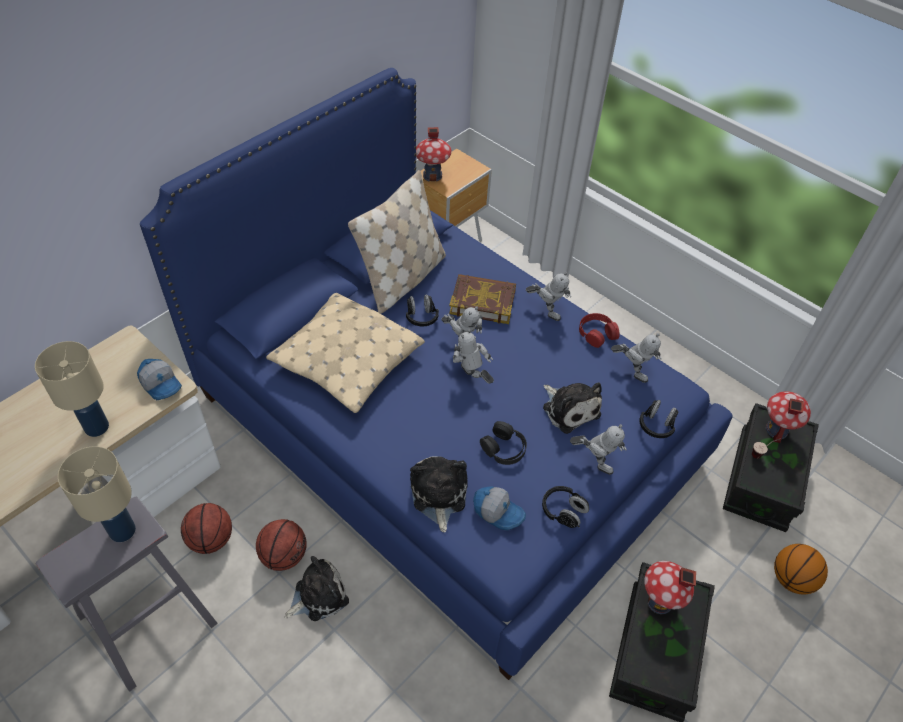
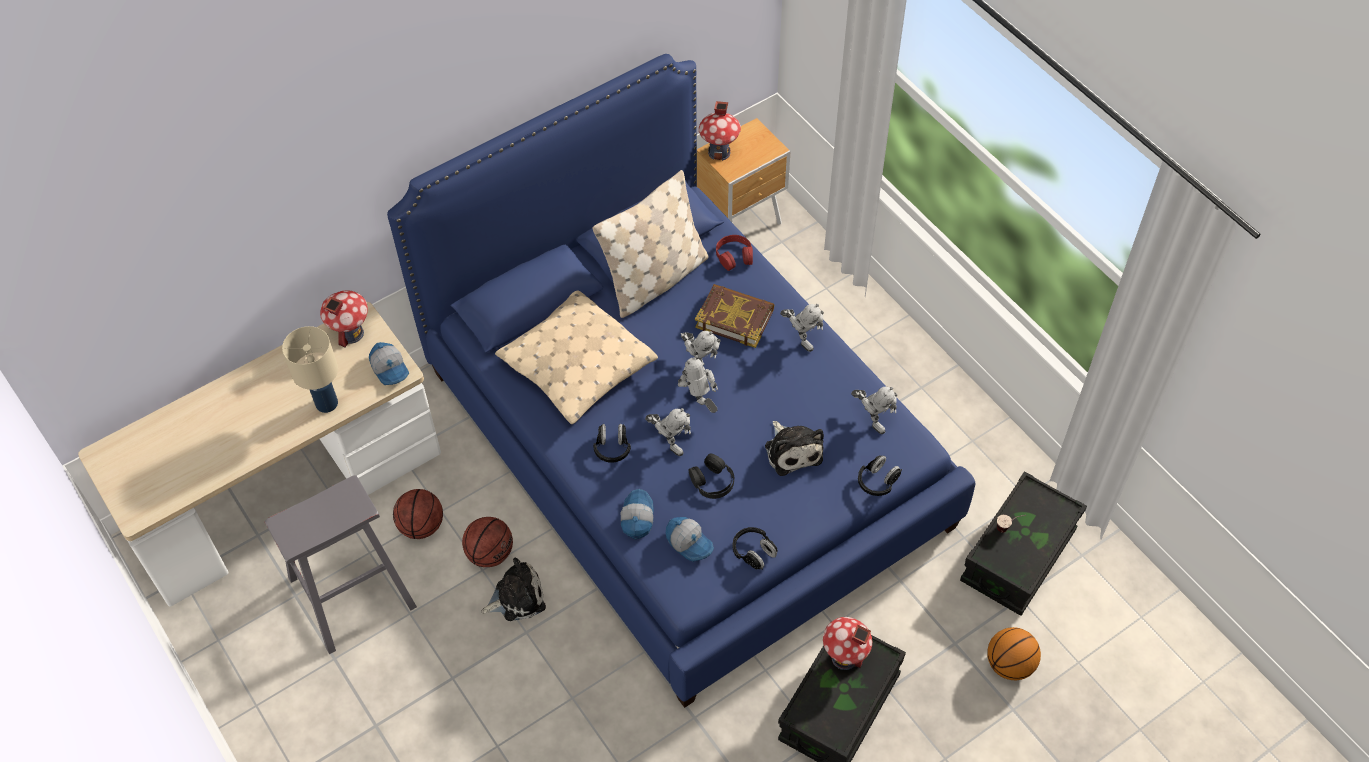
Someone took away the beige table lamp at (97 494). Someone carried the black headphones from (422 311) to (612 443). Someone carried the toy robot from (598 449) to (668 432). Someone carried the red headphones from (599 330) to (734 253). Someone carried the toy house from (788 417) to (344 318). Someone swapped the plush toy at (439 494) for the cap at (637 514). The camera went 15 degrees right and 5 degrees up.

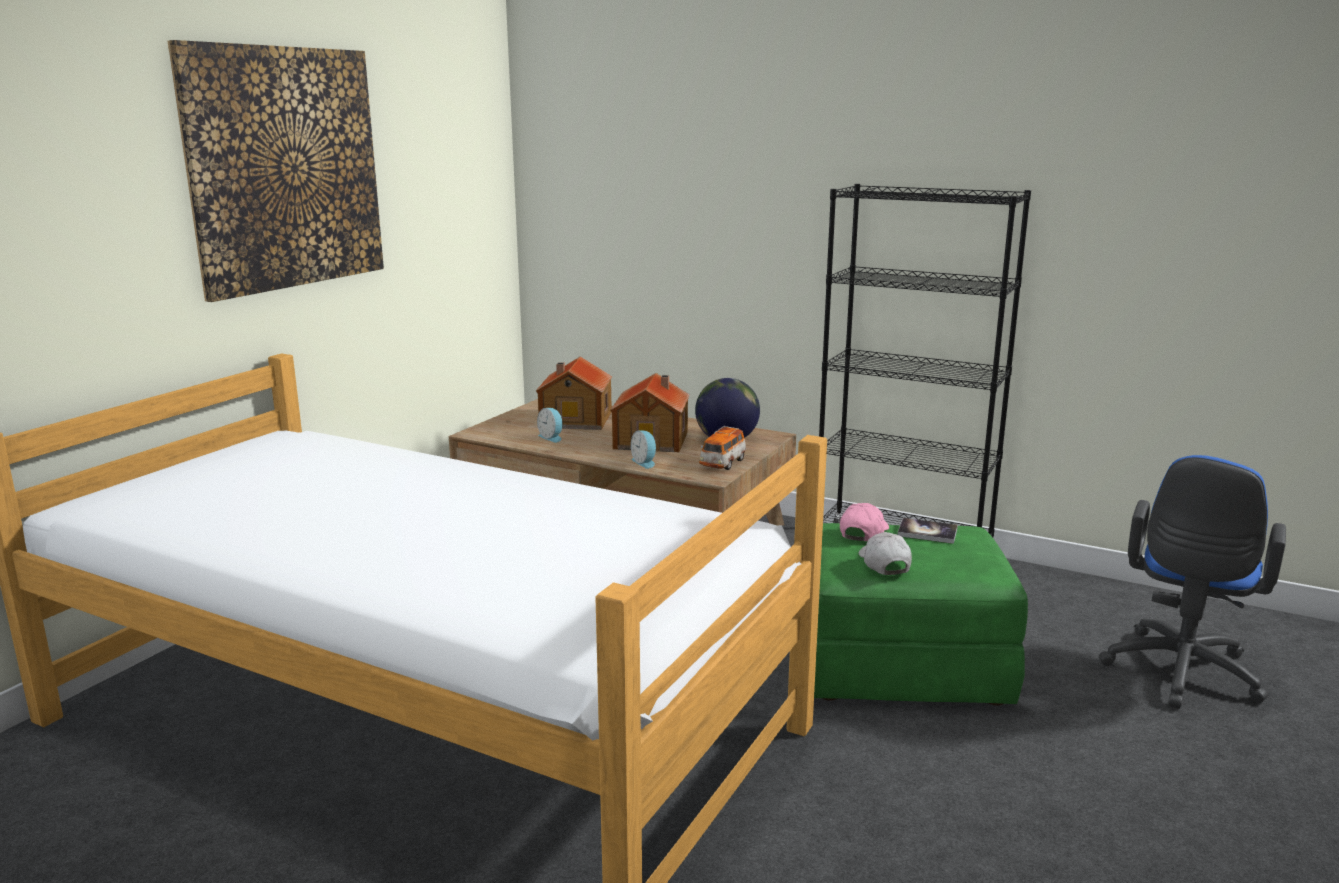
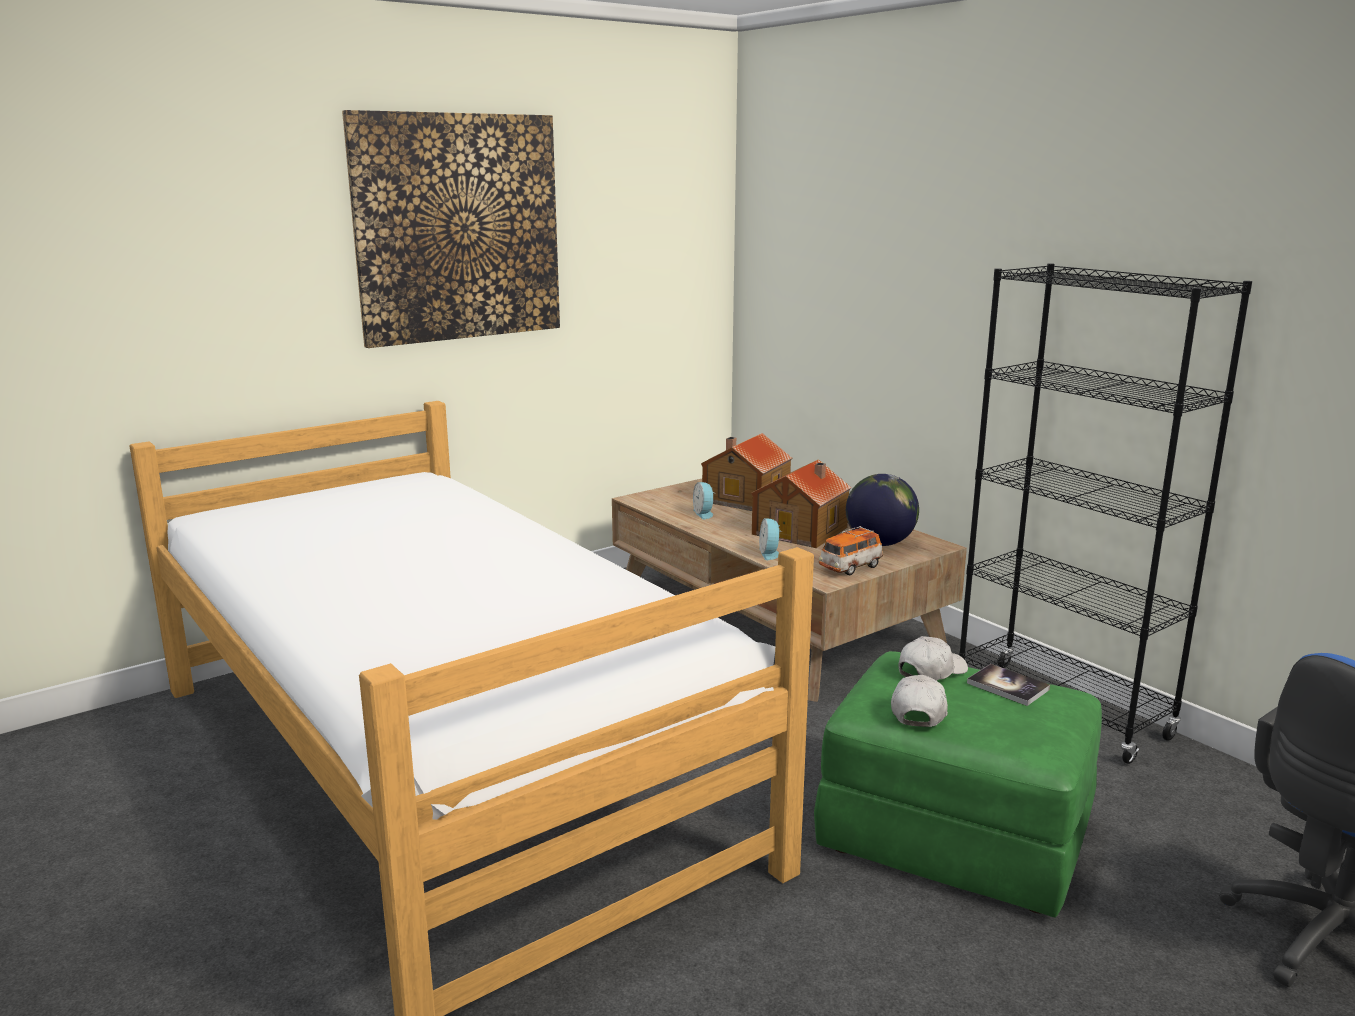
Someone repainted the pink cap at (864 522), which became the white cap at (933 658). The camera went 25 degrees right and 0 degrees up.

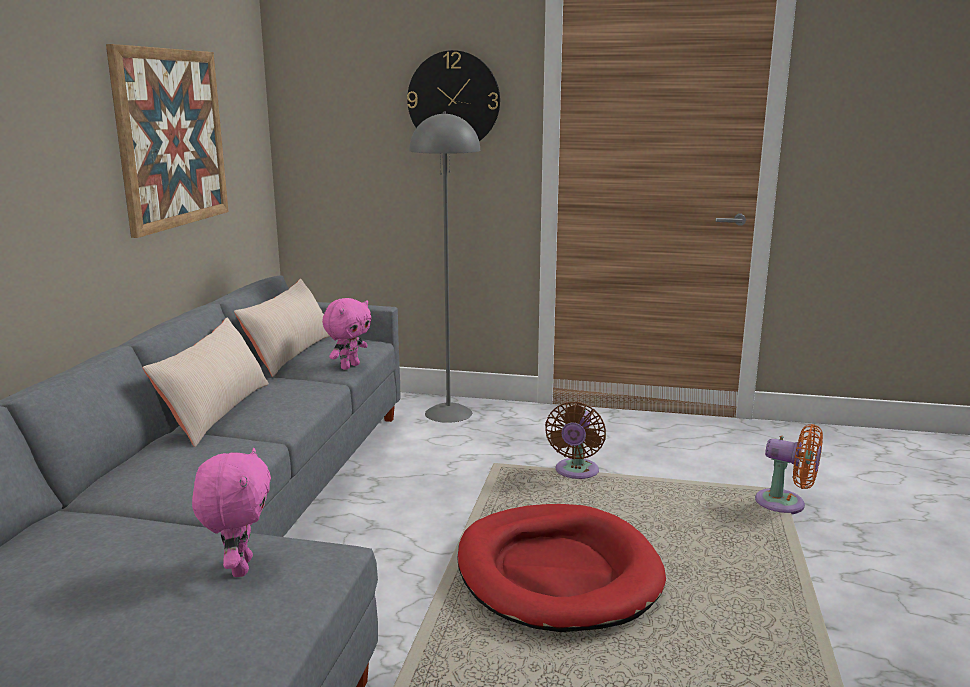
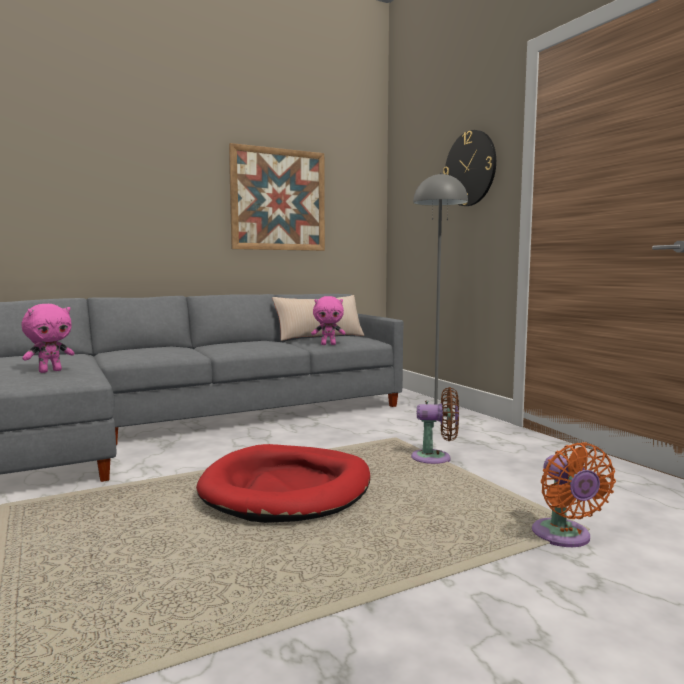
Someone took away the beige pillow at (206 382). Someone rotated the brown fan at (575 440) by 150 degrees counterclockwise. The camera went 50 degrees right and 10 degrees down.

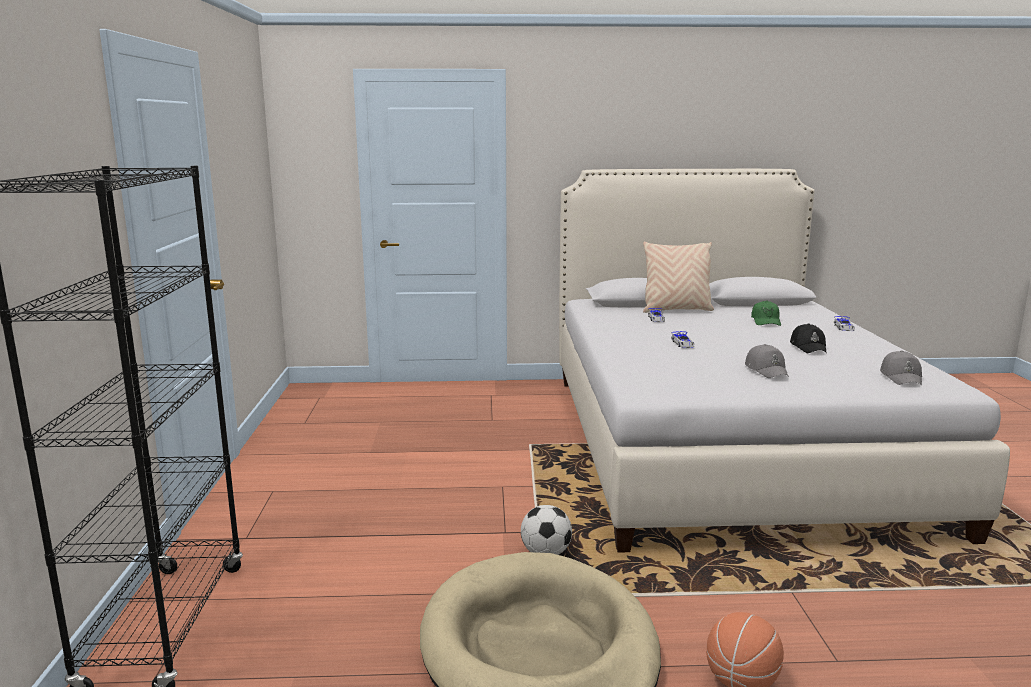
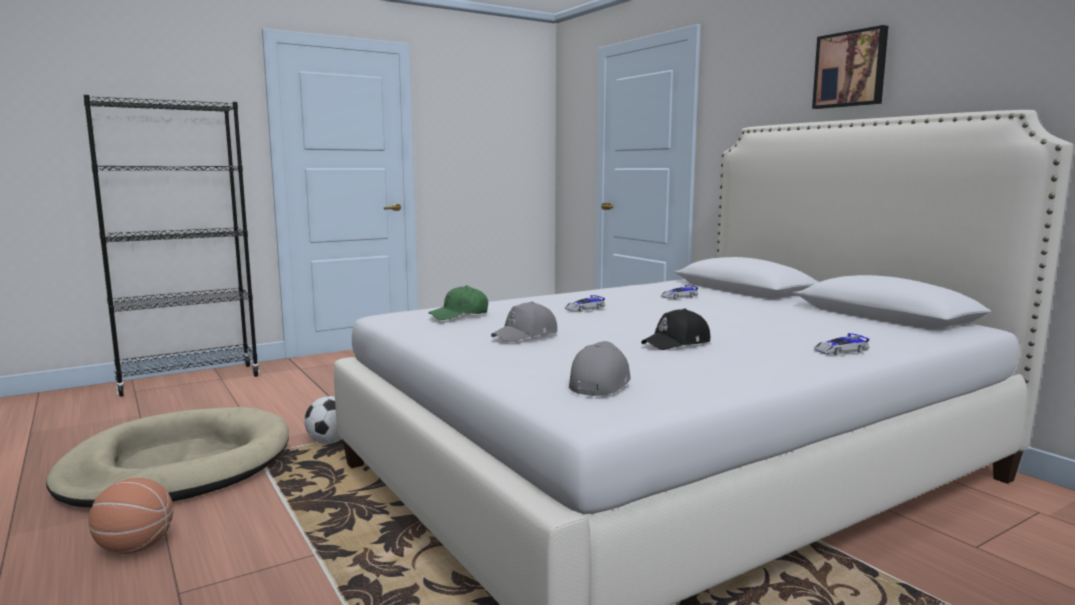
Someone took away the beige pillow at (678 277). Someone put up the picture at (850 67). Someone carried the green cap from (766 313) to (458 302). Someone rotated the grey cap at (901 368) by 135 degrees clockwise. The camera went 60 degrees right and 5 degrees down.

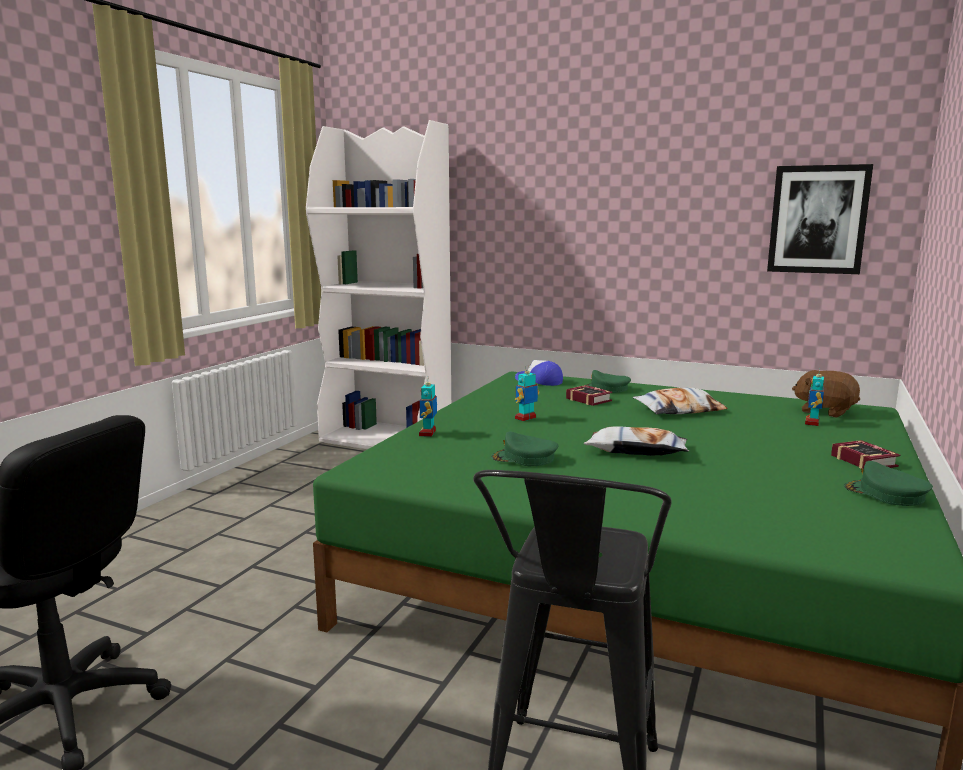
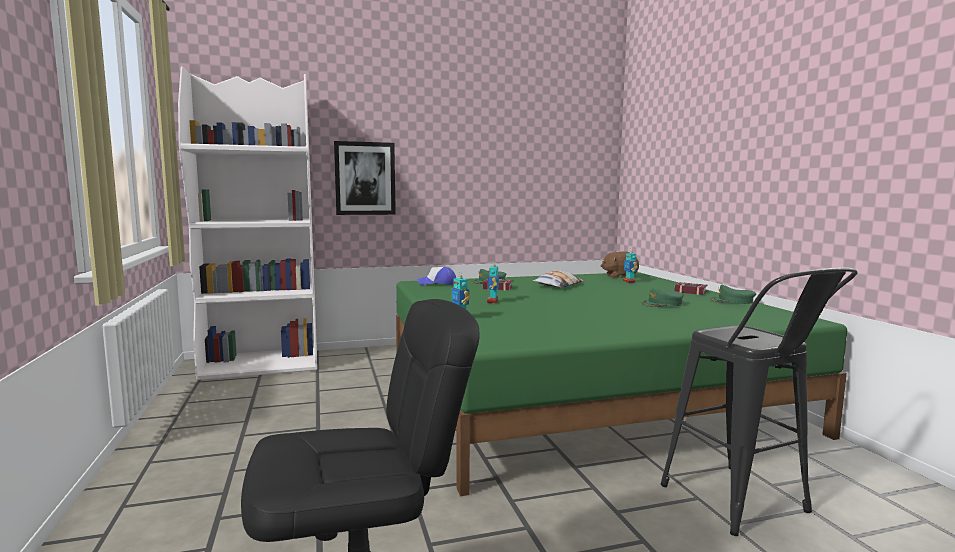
Someone took away the pillow at (636 441). Someone carried the green cap from (524 449) to (662 297). Someone carried the picture from (820 219) to (365 178). The camera went 40 degrees left and 5 degrees down.

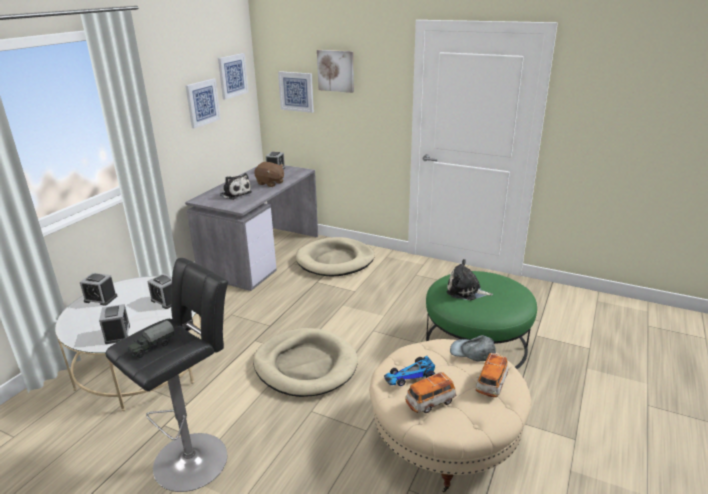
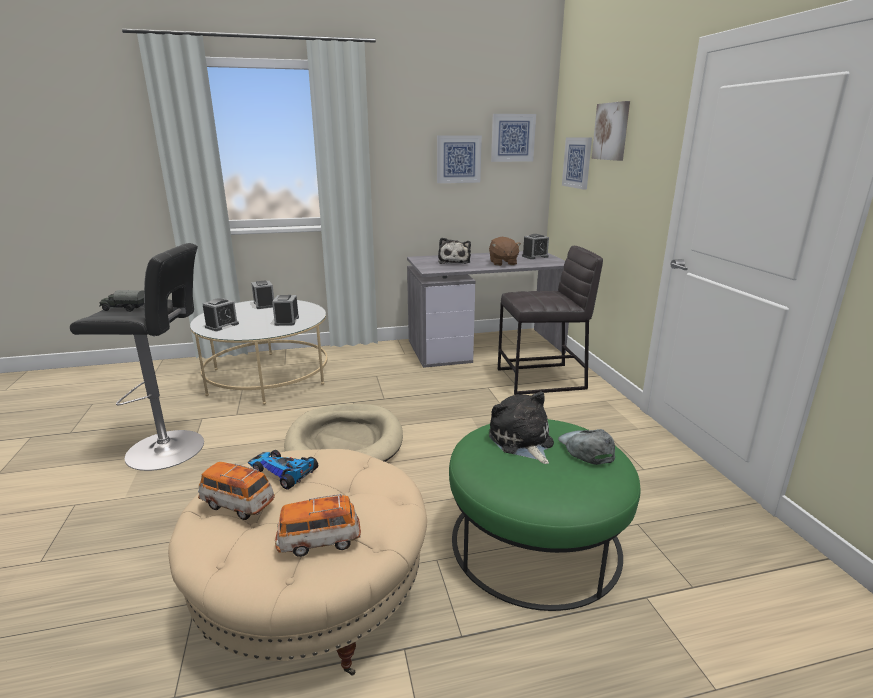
Someone carried the grey cap from (473 348) to (586 447). Someone swapped the beige dog bed at (335 257) for the grey stool at (550 320). The camera went 50 degrees right and 5 degrees down.

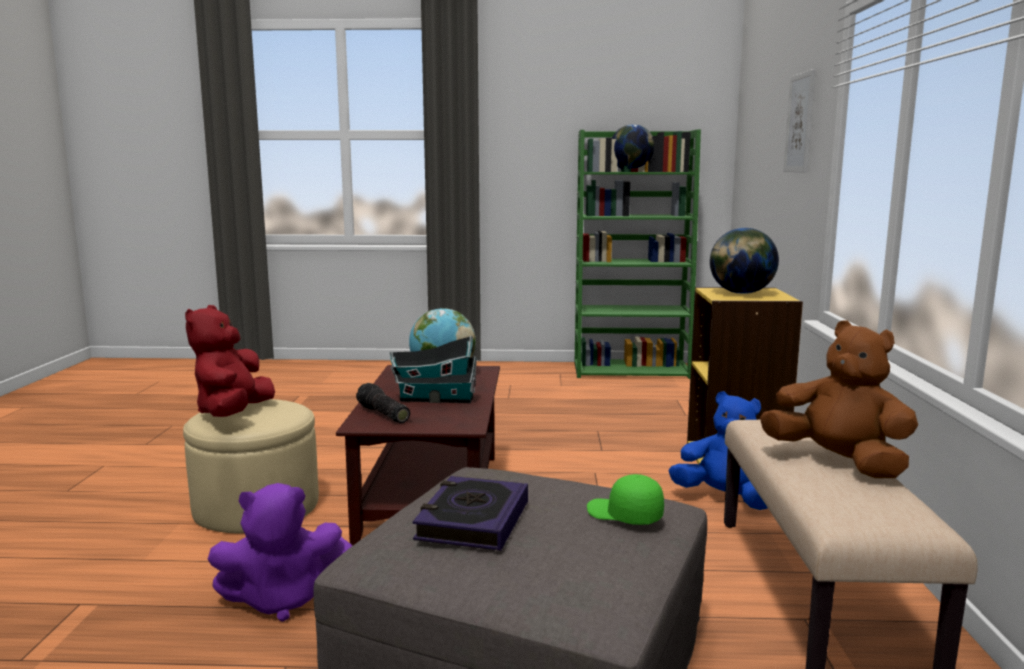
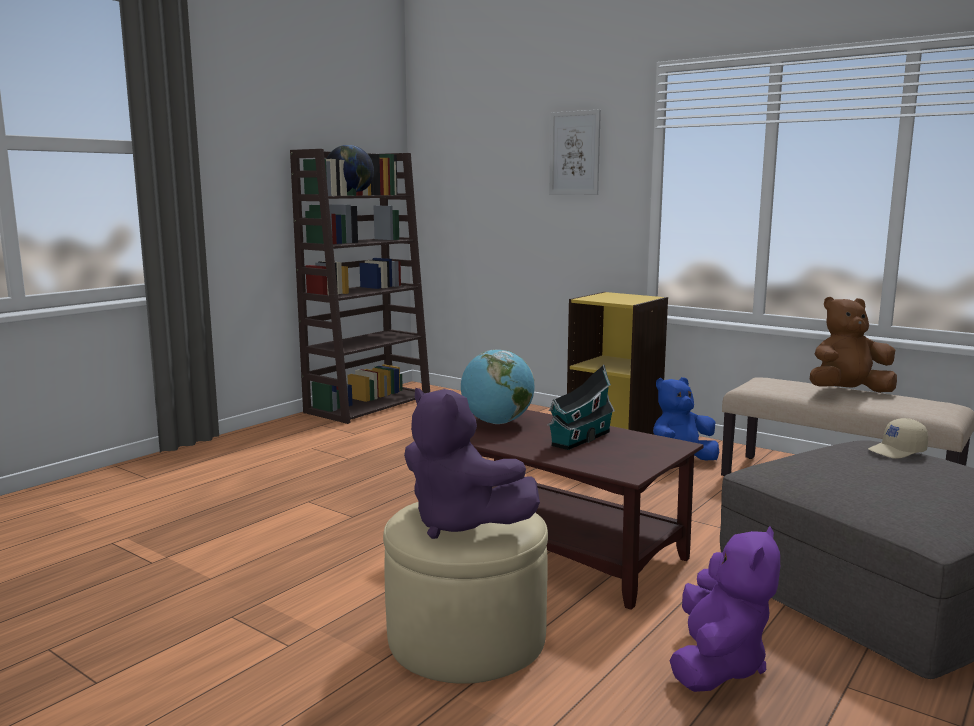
Someone took away the flashlight at (383 403). Someone took away the book at (470 513). Someone took away the globe at (744 261). Someone repainted the red plush toy at (230 361), which became the purple plush toy at (472 463). Someone repainted the green bookcase at (638 254), which became the brown bookcase at (360 286). Someone repainted the green cap at (625 499), which became the beige cap at (898 438). The camera went 55 degrees left and 0 degrees up.

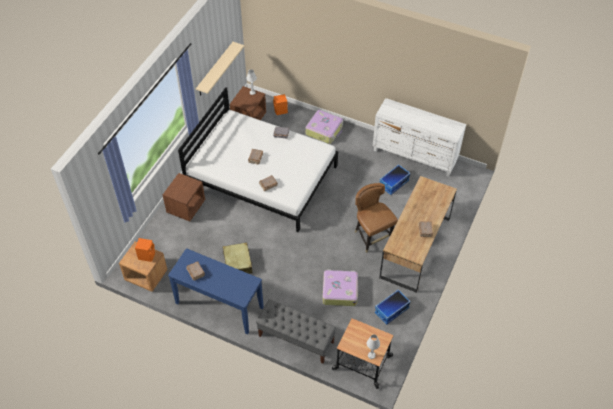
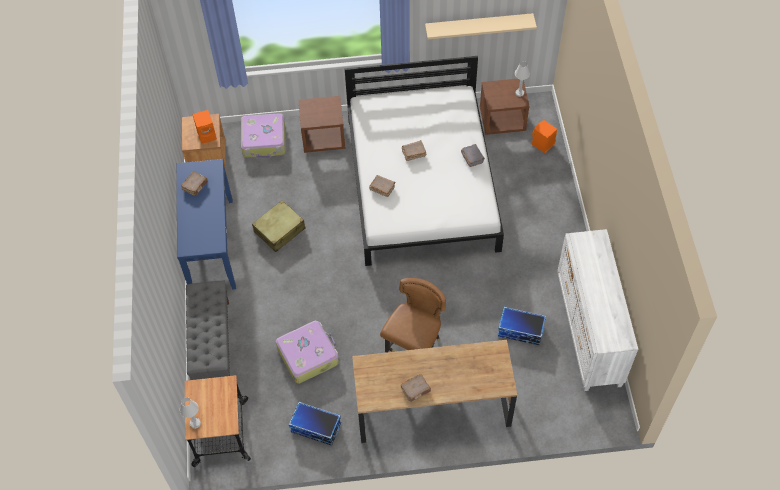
Someone carried the suitcase from (324 127) to (263 135). The camera went 60 degrees right and 5 degrees up.

